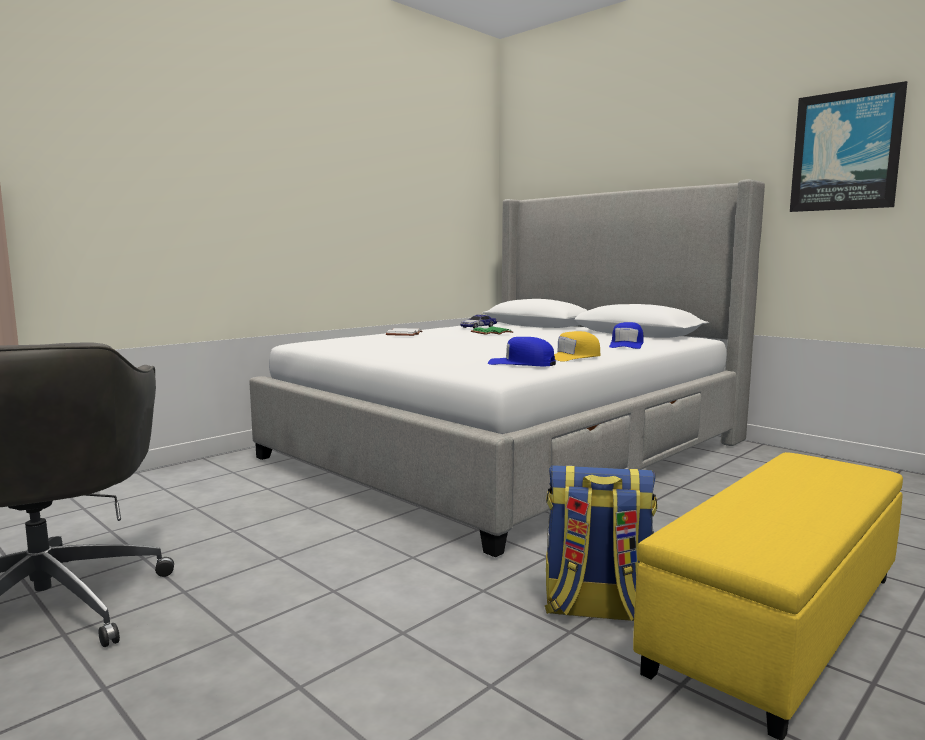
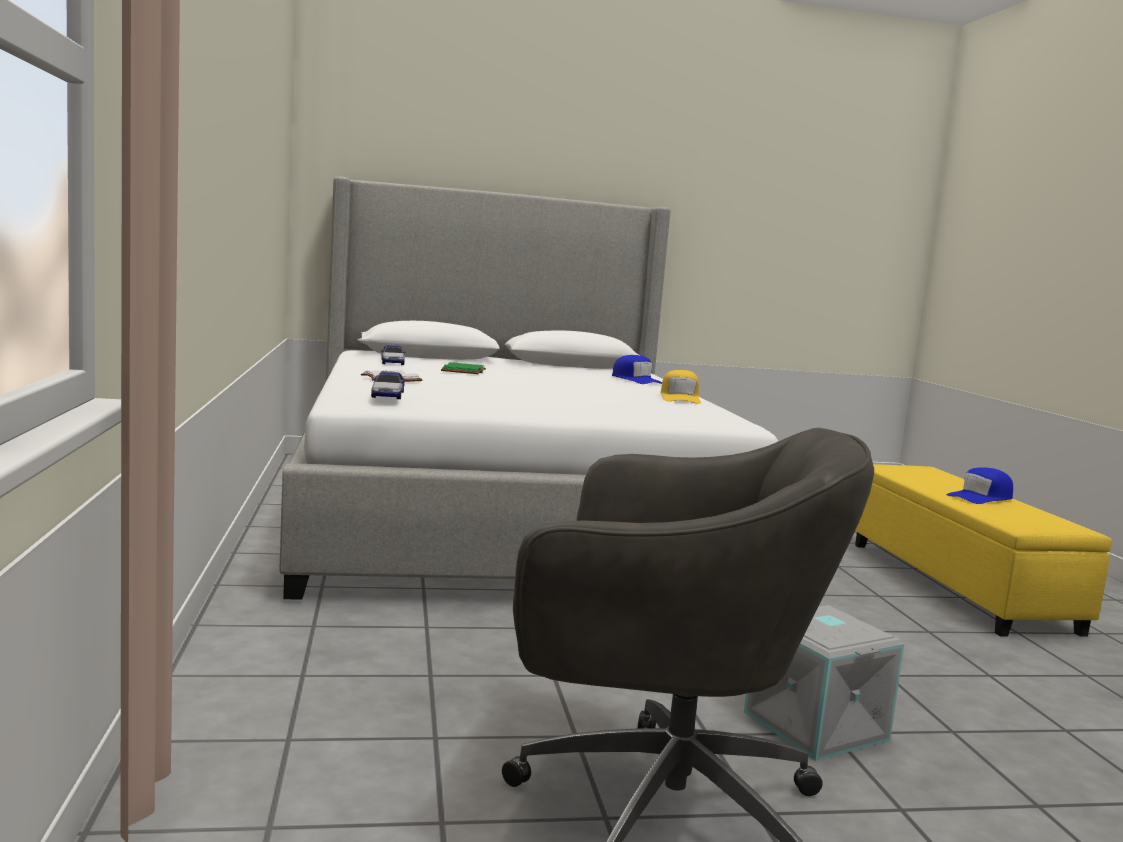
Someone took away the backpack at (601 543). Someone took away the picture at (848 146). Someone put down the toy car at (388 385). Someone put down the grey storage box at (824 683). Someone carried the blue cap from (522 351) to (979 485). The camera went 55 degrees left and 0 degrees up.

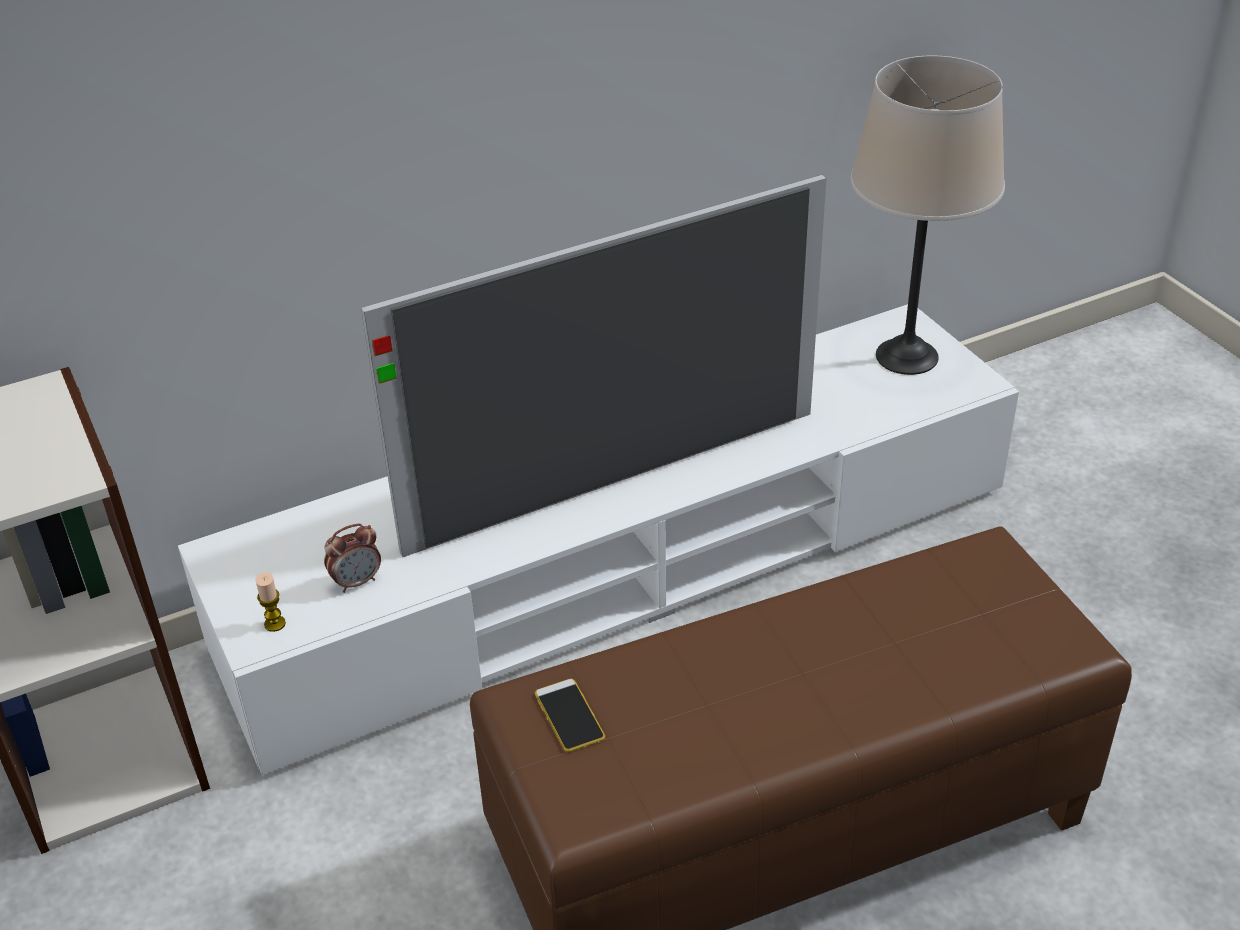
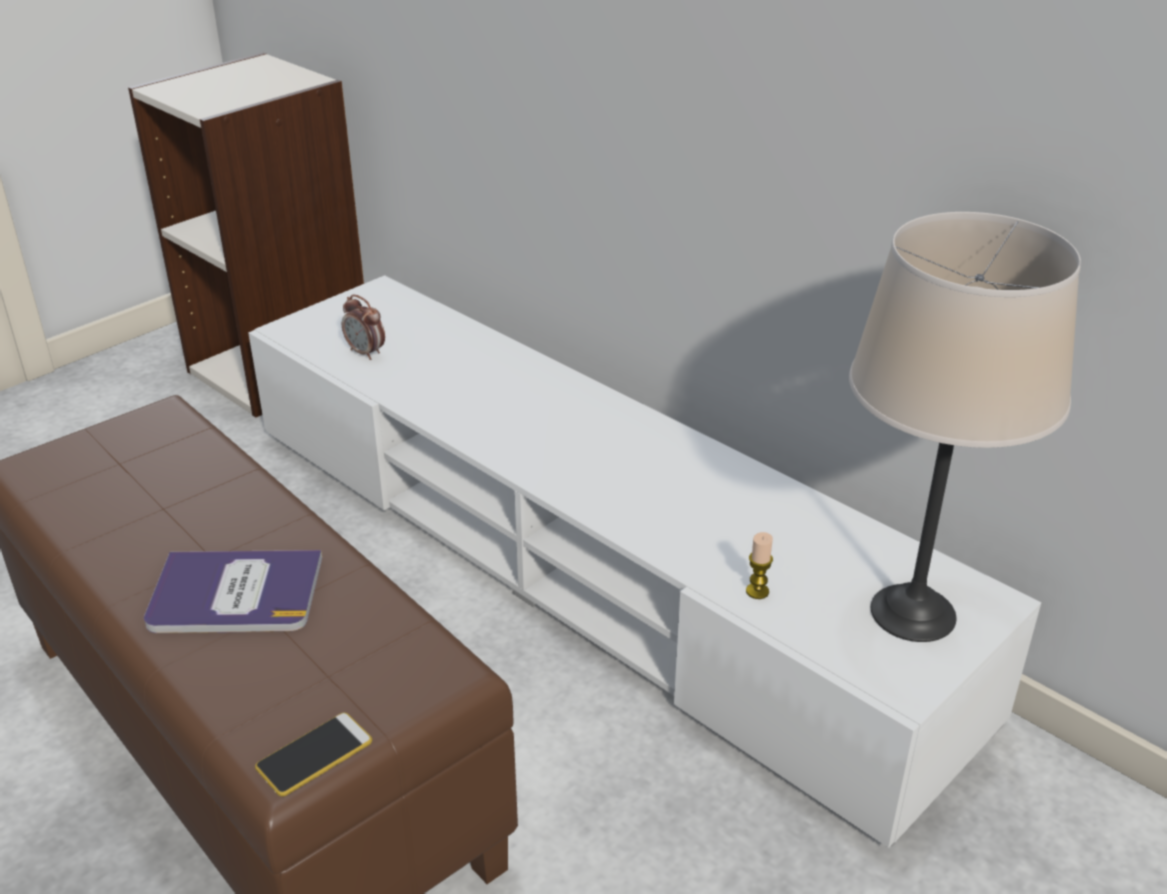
Someone took away the television at (594 366). Someone put down the book at (233 591). Someone carried the candle from (270 602) to (759 565). Someone carried the phone from (570 715) to (313 754). The camera went 70 degrees right and 5 degrees down.

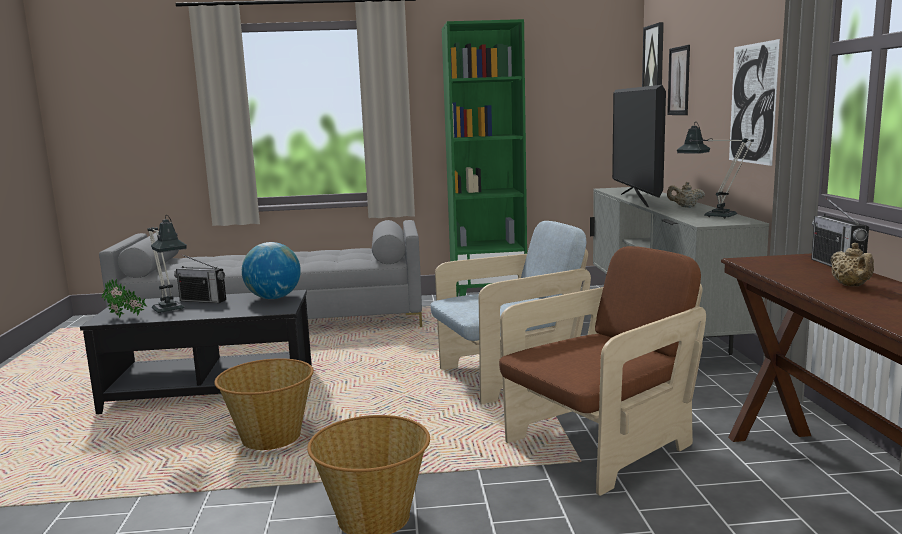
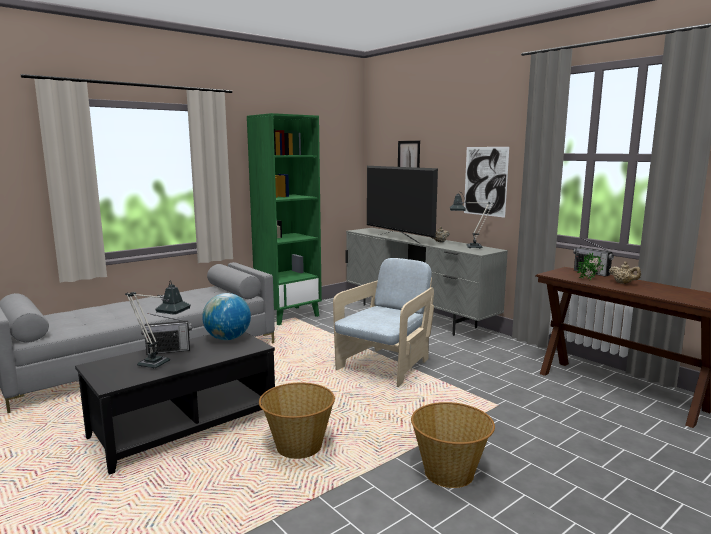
Someone took away the brown armchair at (602 371). Someone took away the picture at (653 54). Someone carried the potted plant from (124 298) to (590 266). The camera went 35 degrees left and 0 degrees up.

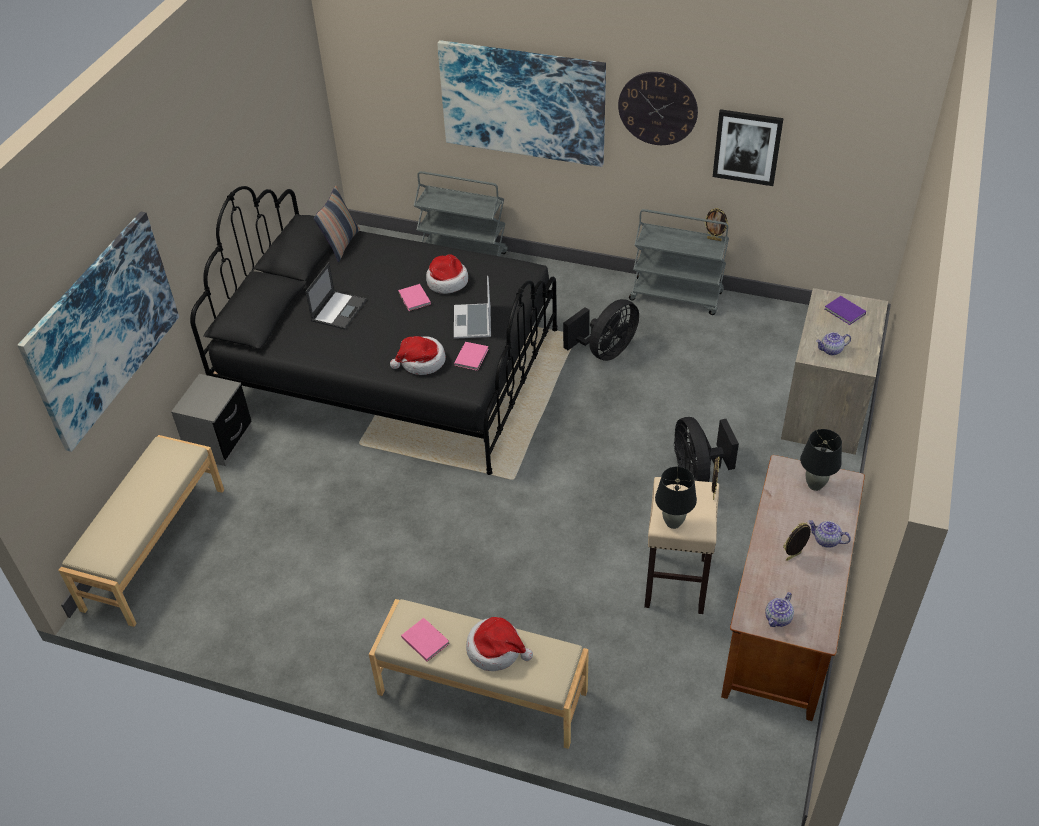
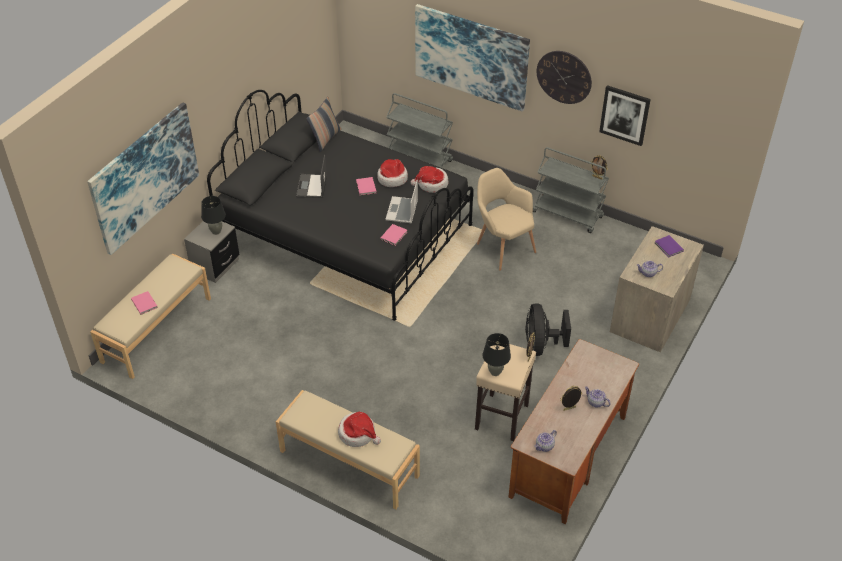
Someone carried the hat from (418 355) to (429 179). Someone carried the pink book from (425 640) to (144 303). Someone carried the black table lamp from (821 460) to (213 215). Someone swapped the black fan at (601 330) for the beige armchair at (506 219). Someone rotated the laptop at (336 295) by 150 degrees clockwise. The camera went 10 degrees right and 0 degrees up.

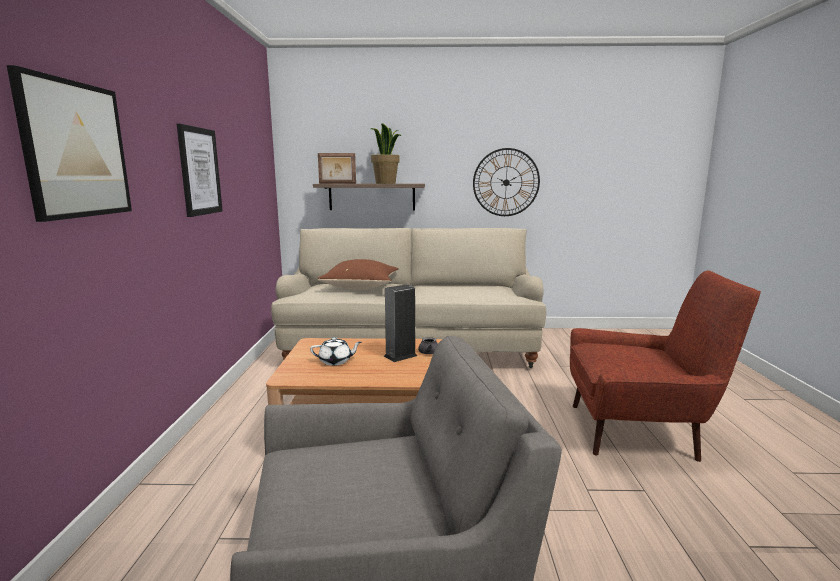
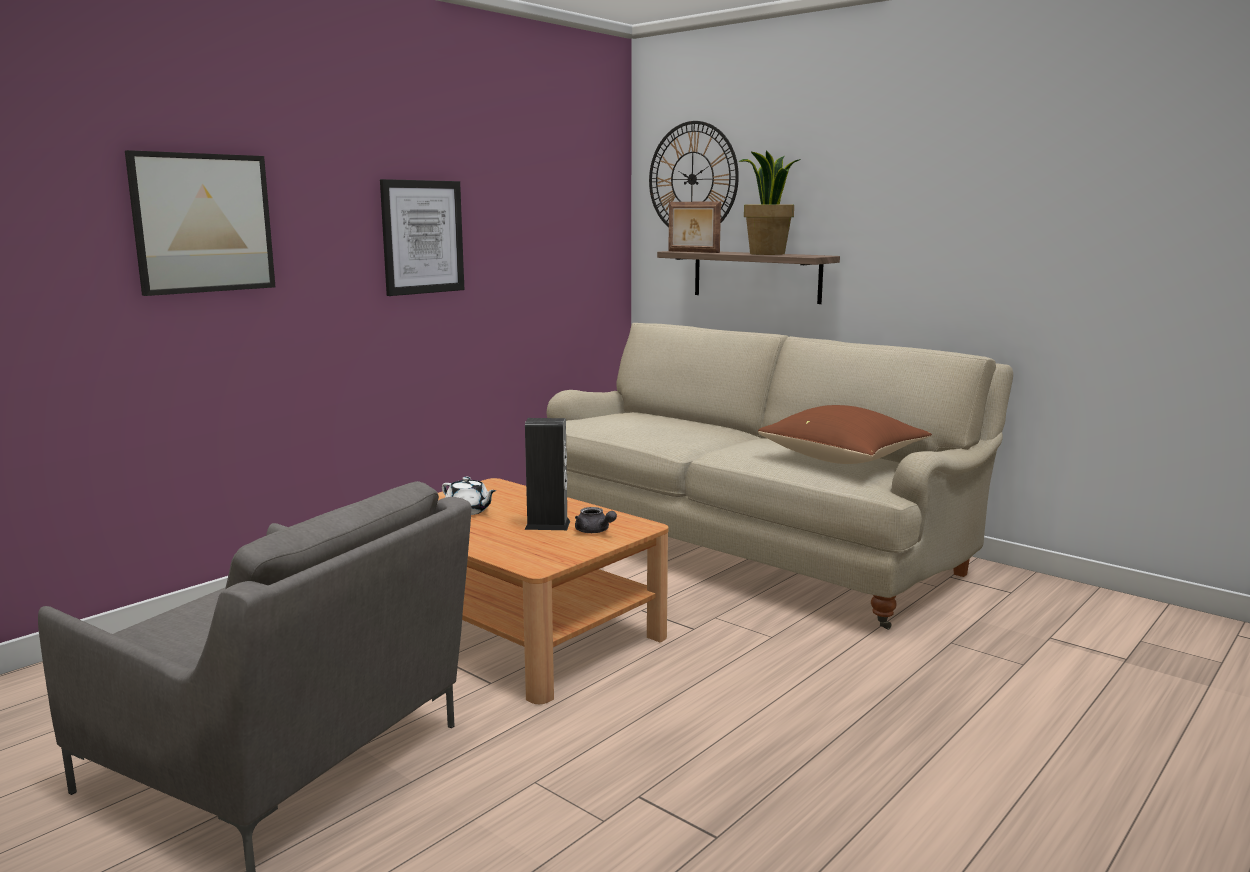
Someone took away the red armchair at (665 366). Someone carried the brown pillow from (358 274) to (845 434). Someone carried the wall clock from (506 182) to (694 174). The camera went 40 degrees right and 0 degrees up.

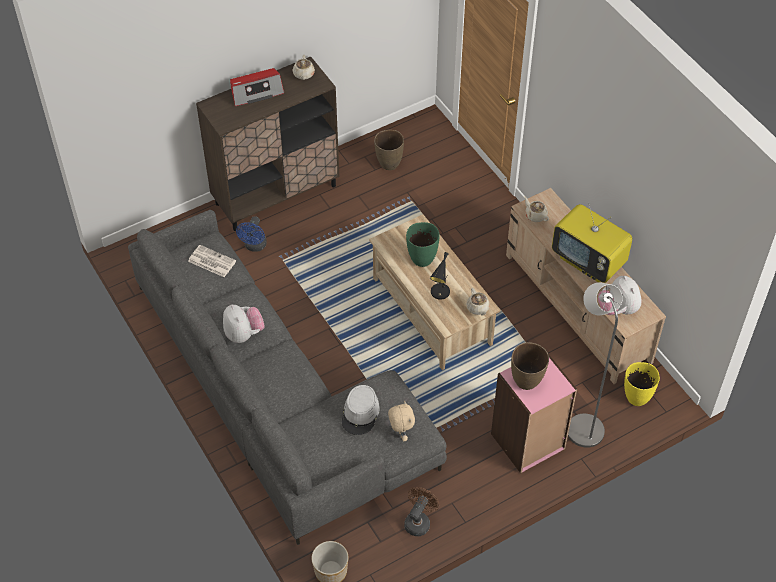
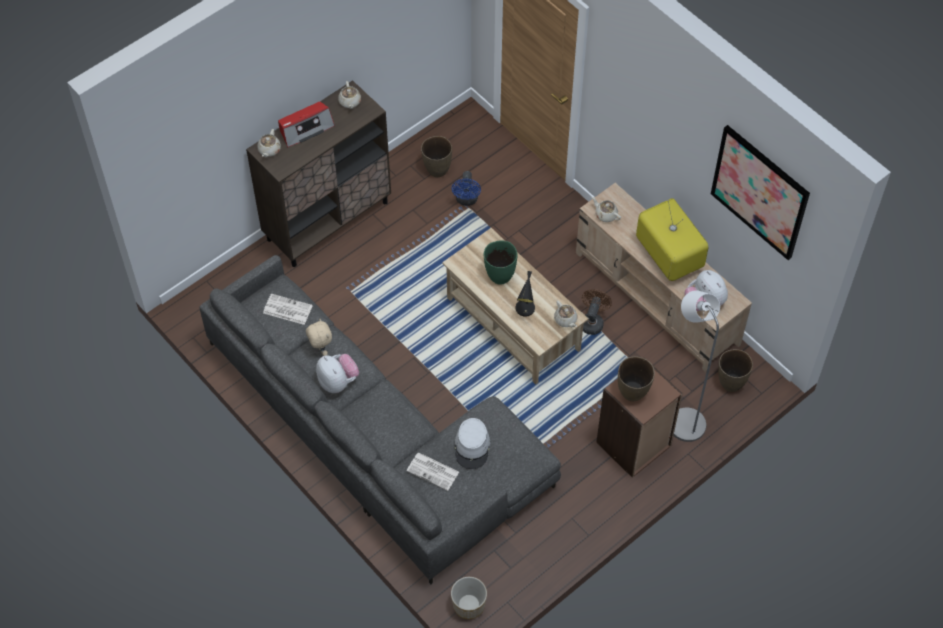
Someone put down the beige teapot at (269 143). Someone put down the newspaper at (432 471). Someone put up the picture at (760 192). Someone carried the blue fan from (251 234) to (466 188). Someone carried the beige plush toy from (401 421) to (319 337). Someone carried the brown fan from (421 511) to (597 312). Someone repainted the pink bookcase at (534 413), which became the brown bookcase at (639 418). Someone repainted the yellow vase at (642 384), which became the brown vase at (735 370). Someone rotated the television at (592 243) by 150 degrees counterclockwise. The camera went 10 degrees left and 5 degrees up.

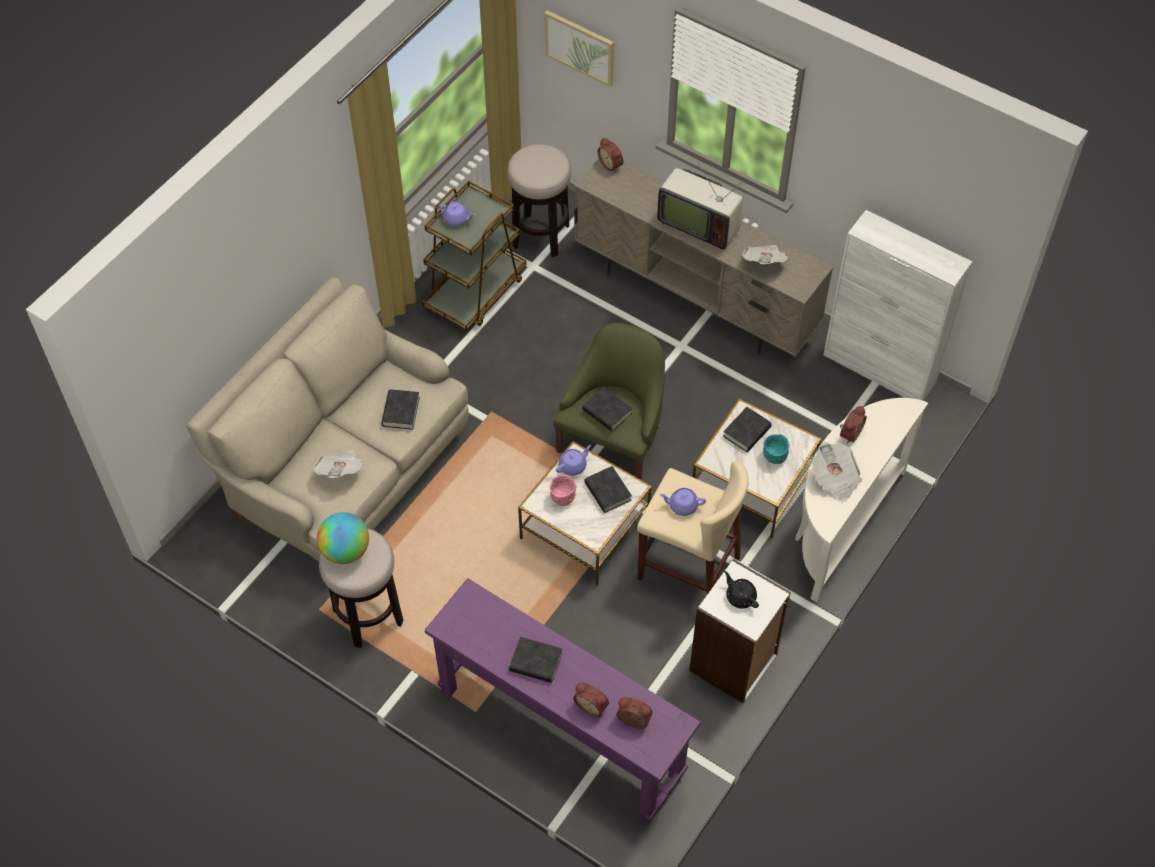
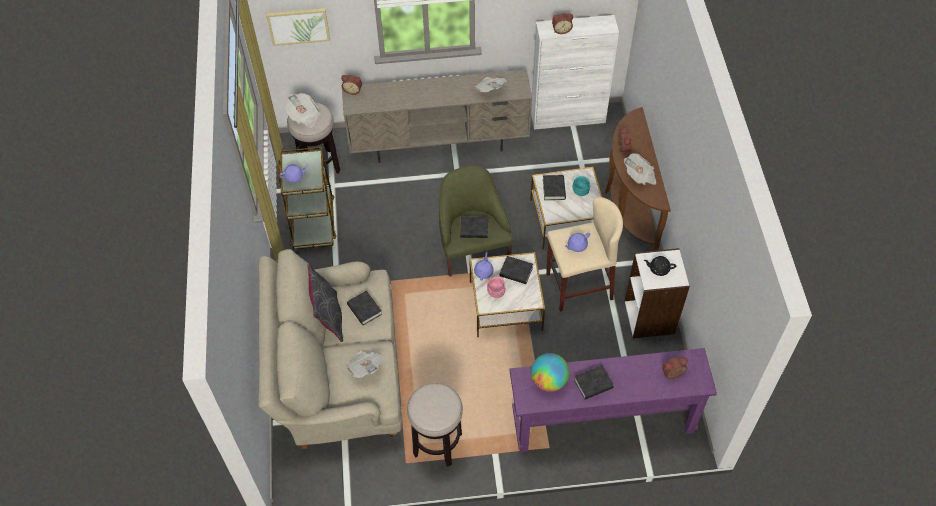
Someone took away the television at (700 206). Someone put down the newspaper at (303 110). Someone put down the grey pillow at (325 303). Someone carried the globe from (343 538) to (550 372). Someone carried the alarm clock from (591 700) to (562 23). Someone repainted the white console table at (861 500), which became the brown console table at (638 179). The camera went 40 degrees left and 0 degrees up.

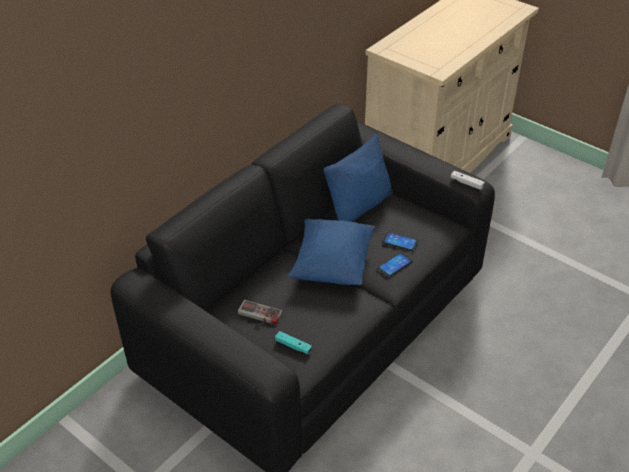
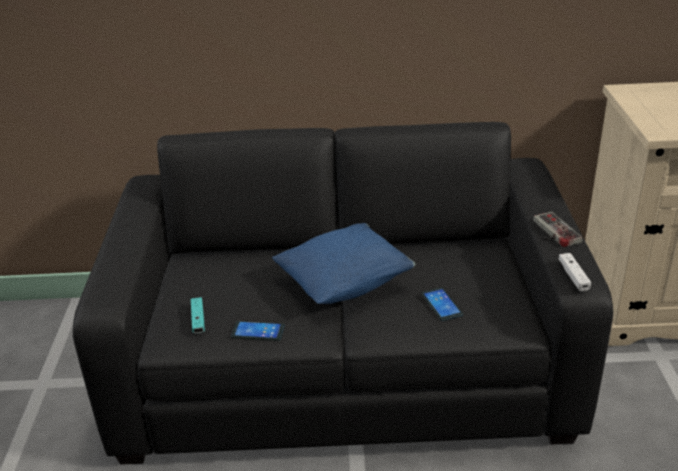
Someone took away the blue pillow at (358 177). Someone carried the game controller from (260 313) to (558 229). Someone carried the phone from (395 265) to (258 331). The camera went 50 degrees right and 10 degrees down.

